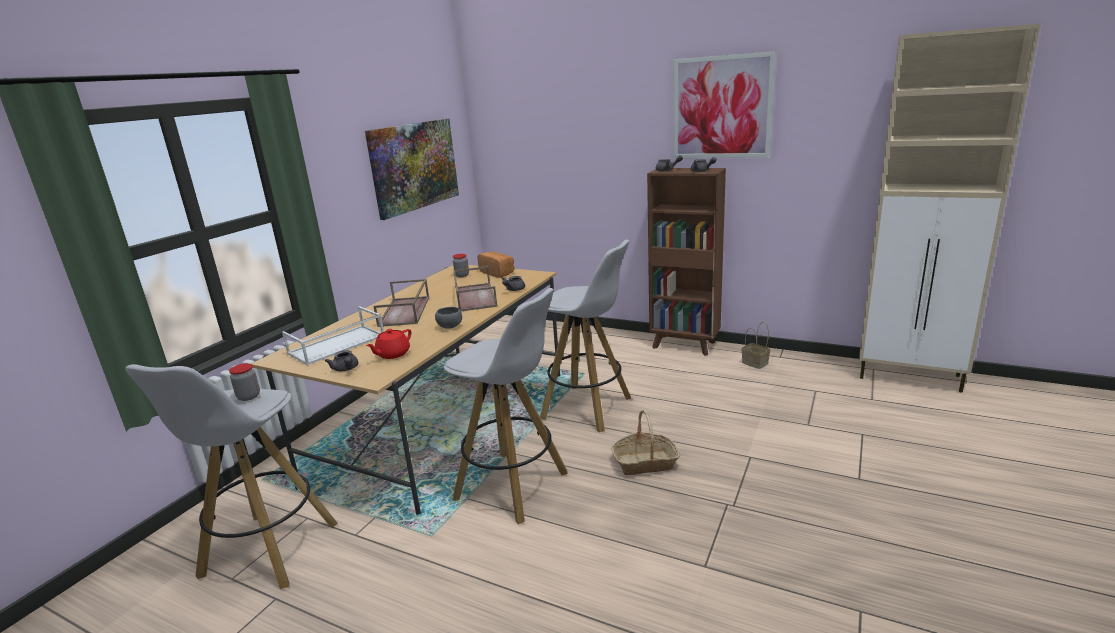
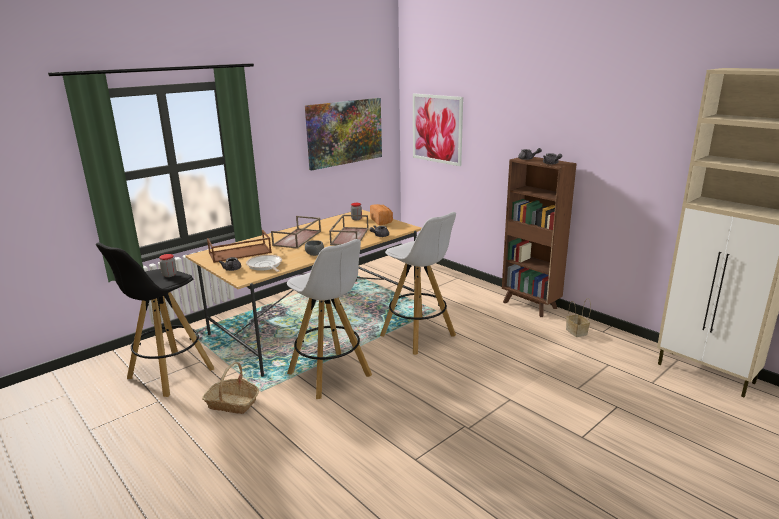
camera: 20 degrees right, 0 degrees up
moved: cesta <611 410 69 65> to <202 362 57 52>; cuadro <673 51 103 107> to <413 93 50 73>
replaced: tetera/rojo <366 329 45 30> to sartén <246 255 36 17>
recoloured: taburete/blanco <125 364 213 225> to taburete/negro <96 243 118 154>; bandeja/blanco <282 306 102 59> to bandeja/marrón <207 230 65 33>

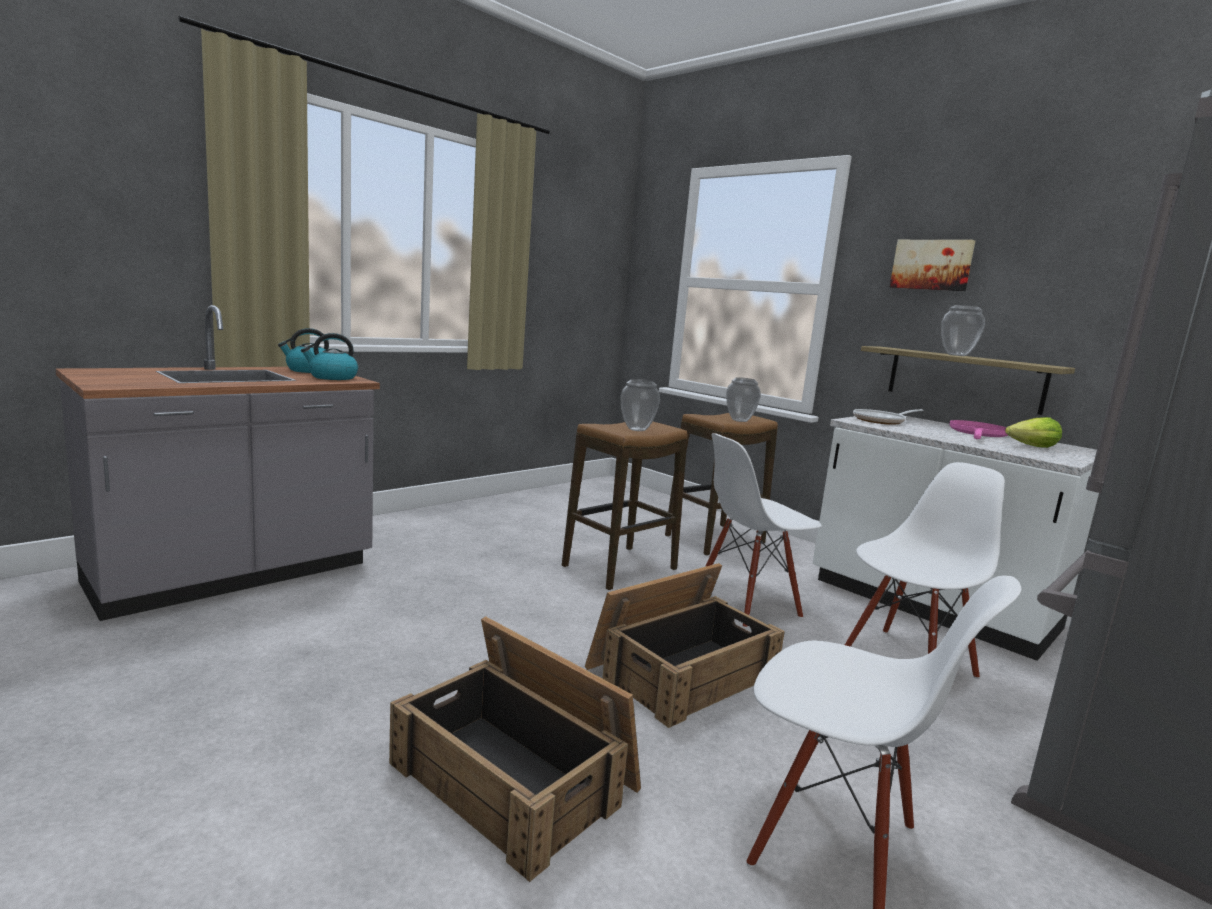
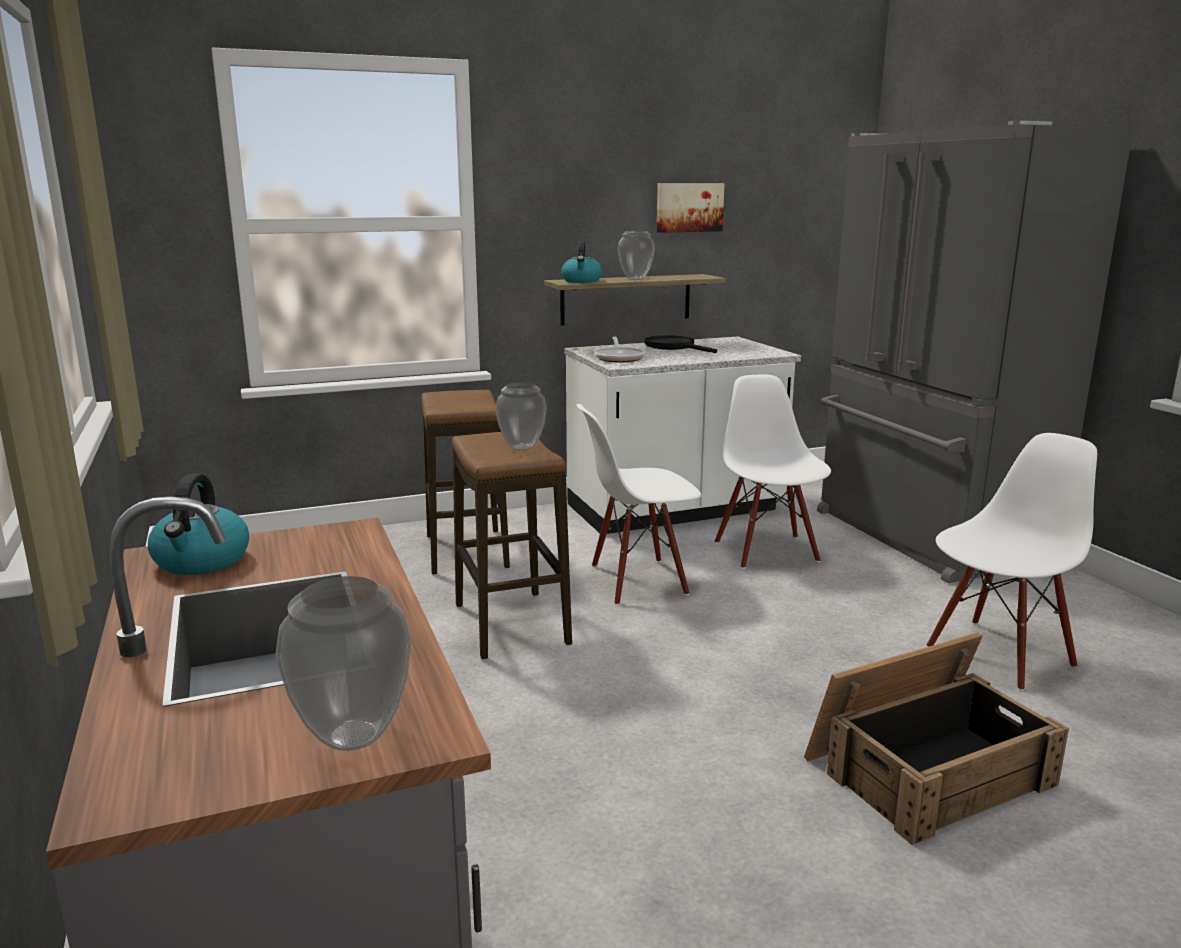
camera: 65 degrees left, 5 degrees up
removed: caja de embalaje <585 563 200 165>; lechuga <1005 417 57 31>
moved: hervidor <301 333 57 47> to <561 241 41 42>; florero <726 377 35 45> to <275 576 137 175>; cuadro <890 240 85 51> to <657 183 68 50>
recoloured: sartén/rosa <949 420 59 19> to sartén/negro <644 335 73 18>
turned: silla/blanco <705 433 117 195> = <577 404 124 201> 75 degrees clockwise

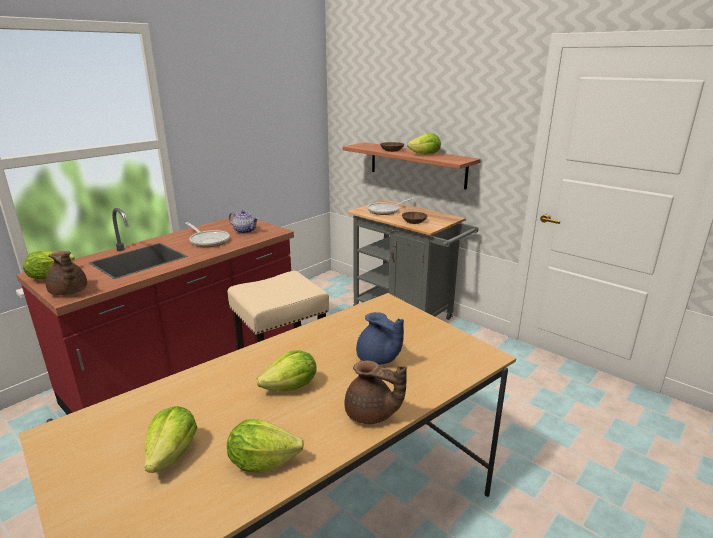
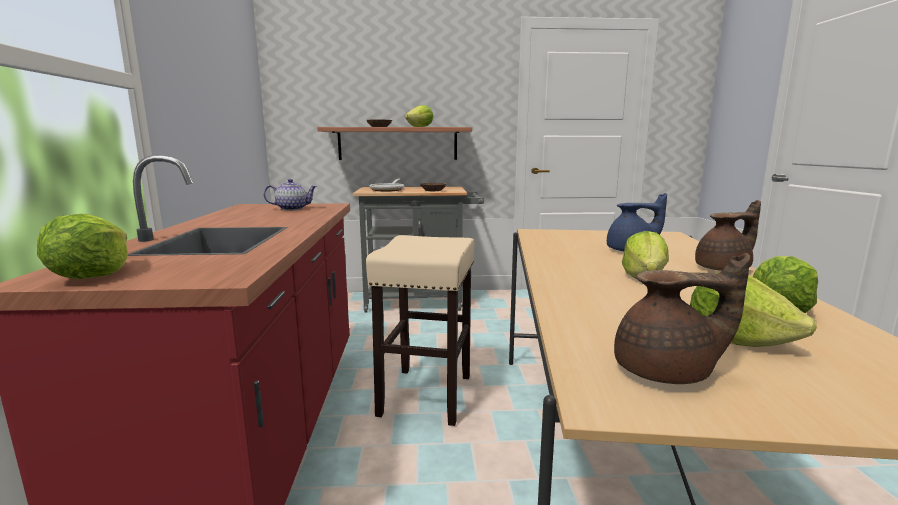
camera: 45 degrees left, 10 degrees down
removed: sartén <185 222 45 25>
moved: tetera/marrón <46 251 41 44> to <614 253 136 131>

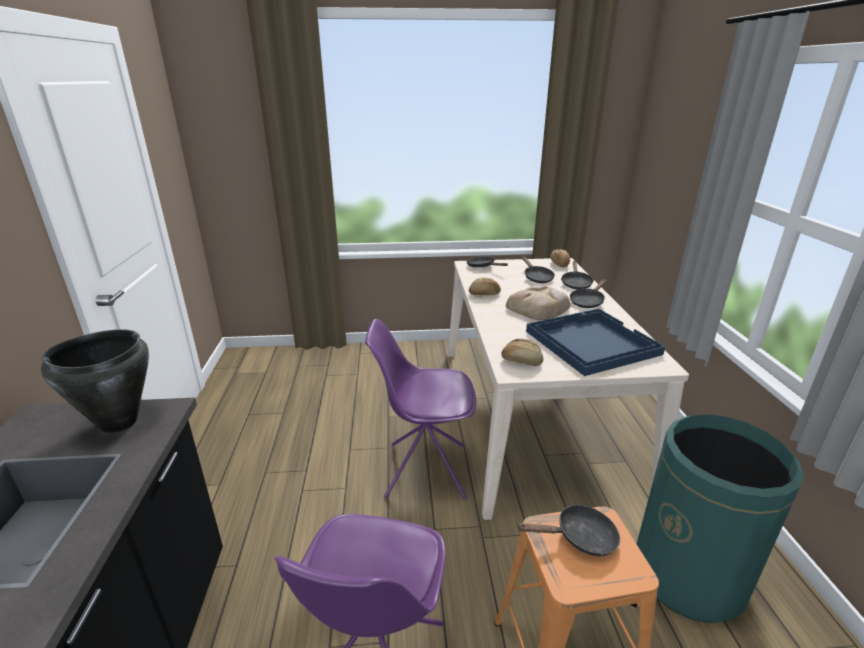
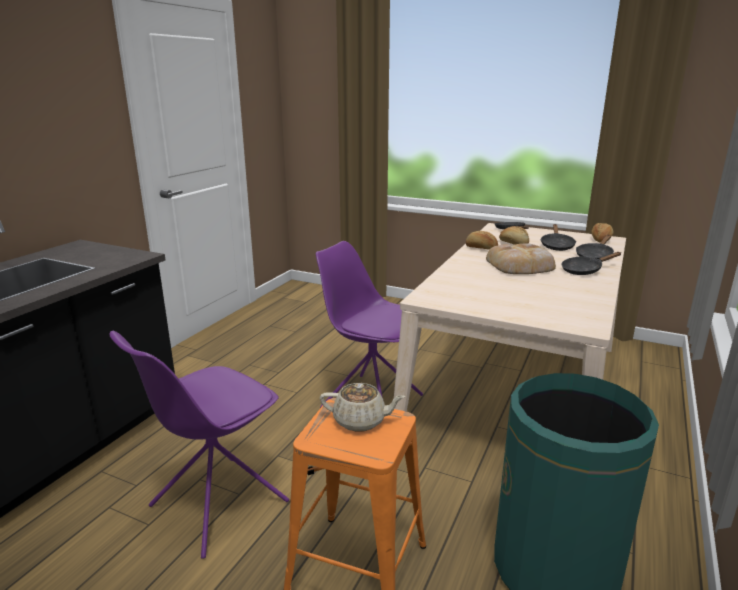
camera: 30 degrees right, 5 degrees down
removed: olla/negro <41 329 108 104>; bandeja/azul <526 309 139 67>
moved: pan <501 339 42 27> to <499 226 30 19>
replaced: sartén/negro <517 504 103 52> to tetera/beis <320 383 85 49>

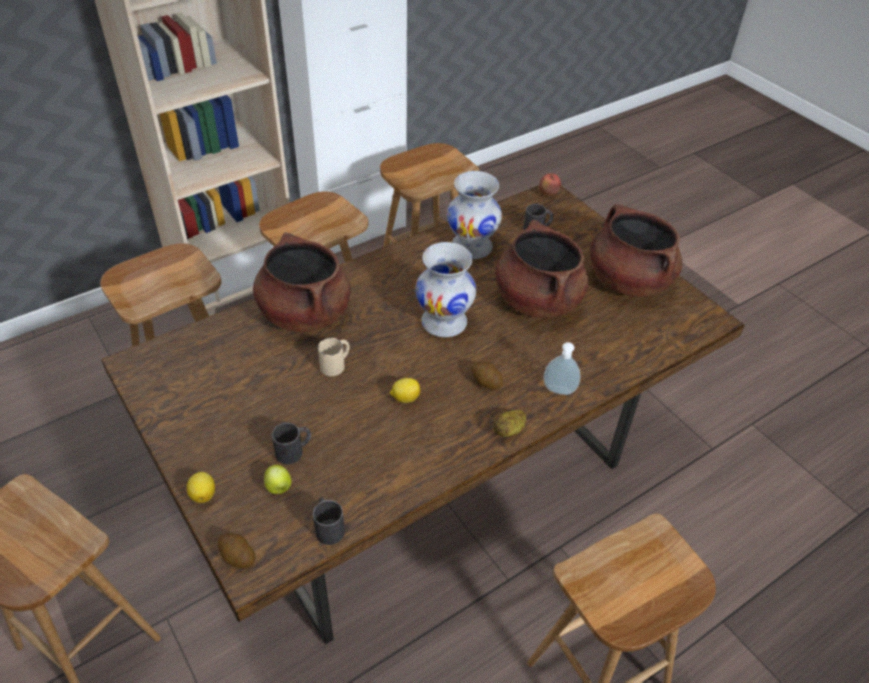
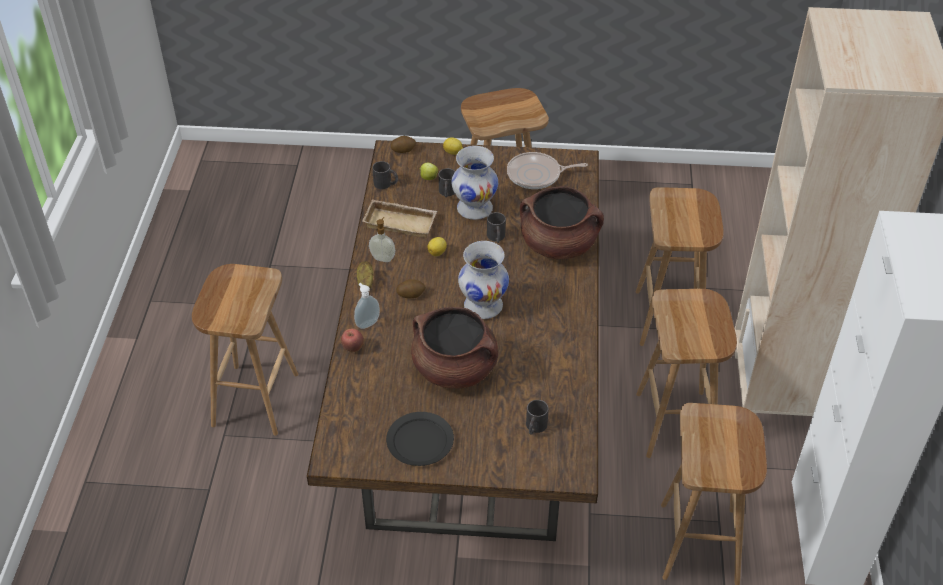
camera: 130 degrees right, 0 degrees up
added: bandeja/beis <362 199 75 39>; dispensador de jabón <369 217 26 45>; sartén <507 152 81 37>
moved: florero/blanco <447 171 55 88> to <451 146 47 74>; manzana <539 173 22 23> to <341 329 23 23>
replaced: olla/marrón <590 204 92 92> to plato/negro <386 412 68 54>
recoloured: taza grande/beis <318 338 32 38> to taza grande/negro <487 212 19 31>

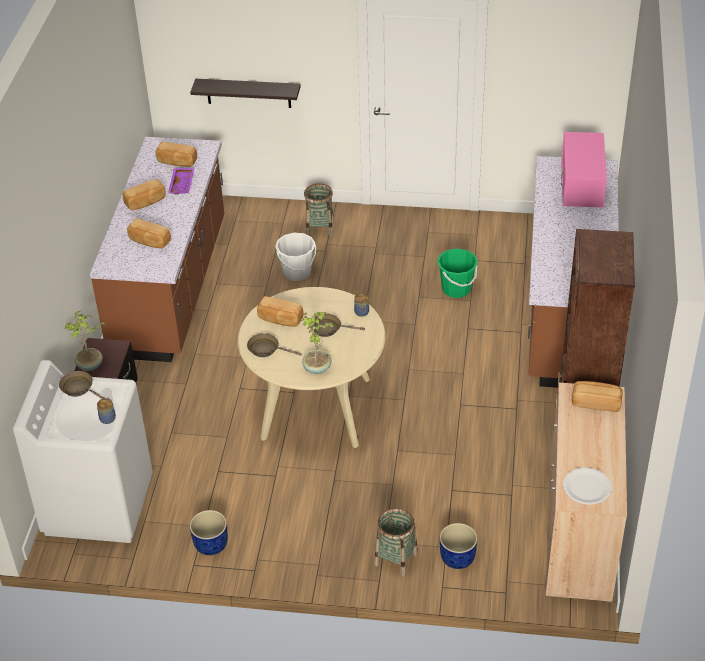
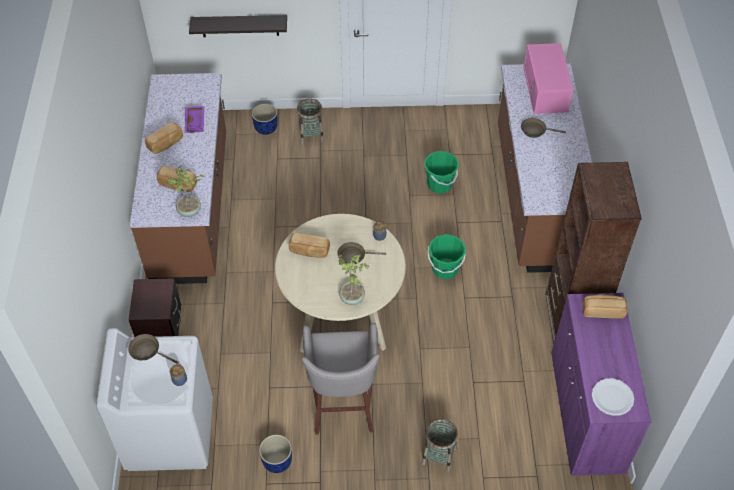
camera: 10 degrees left, 10 degrees up
removed: pan <156 142 41 25>; cubo/blanco <275 233 41 48>
added: taburete/gris <302 323 78 112>; cubo/verde <427 234 39 45>
moved: planta en maceta <65 310 41 61> to <167 166 37 51>; sartén/marrón <247 333 55 24> to <521 118 45 20>; maceta/azul <440 523 37 46> to <252 104 26 31>
recoloured: armario/beis <546 383 81 220> to armario/morado <551 293 100 183>

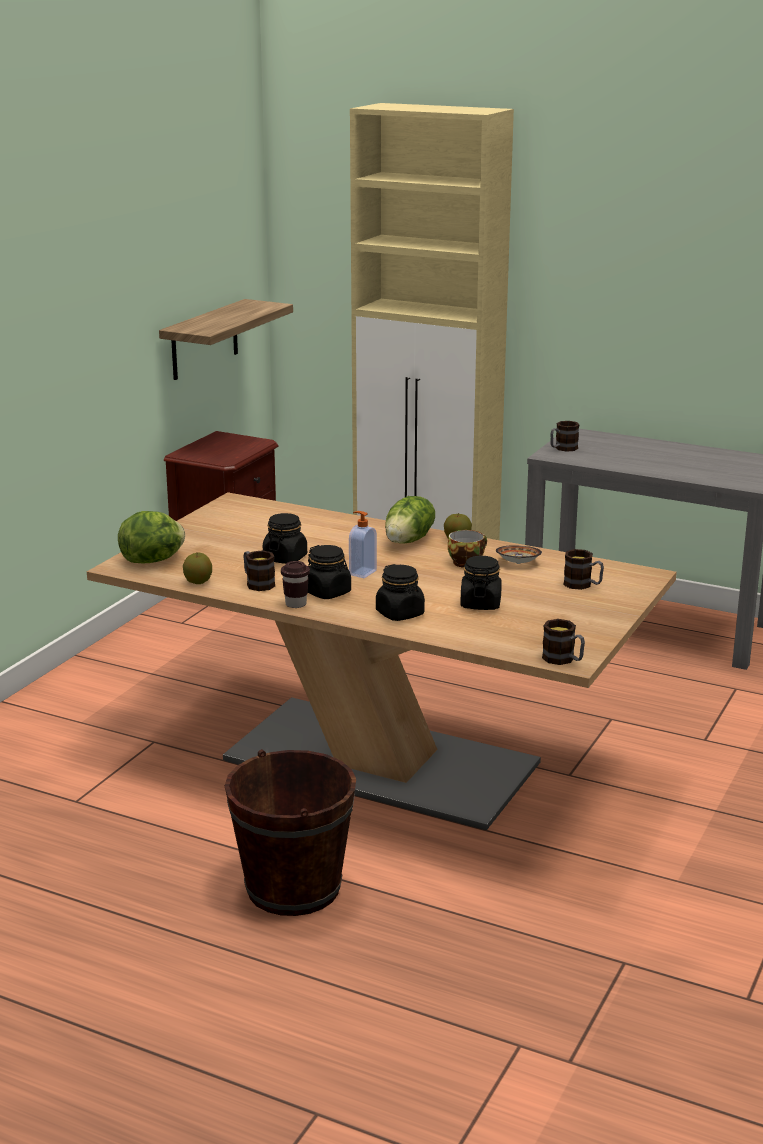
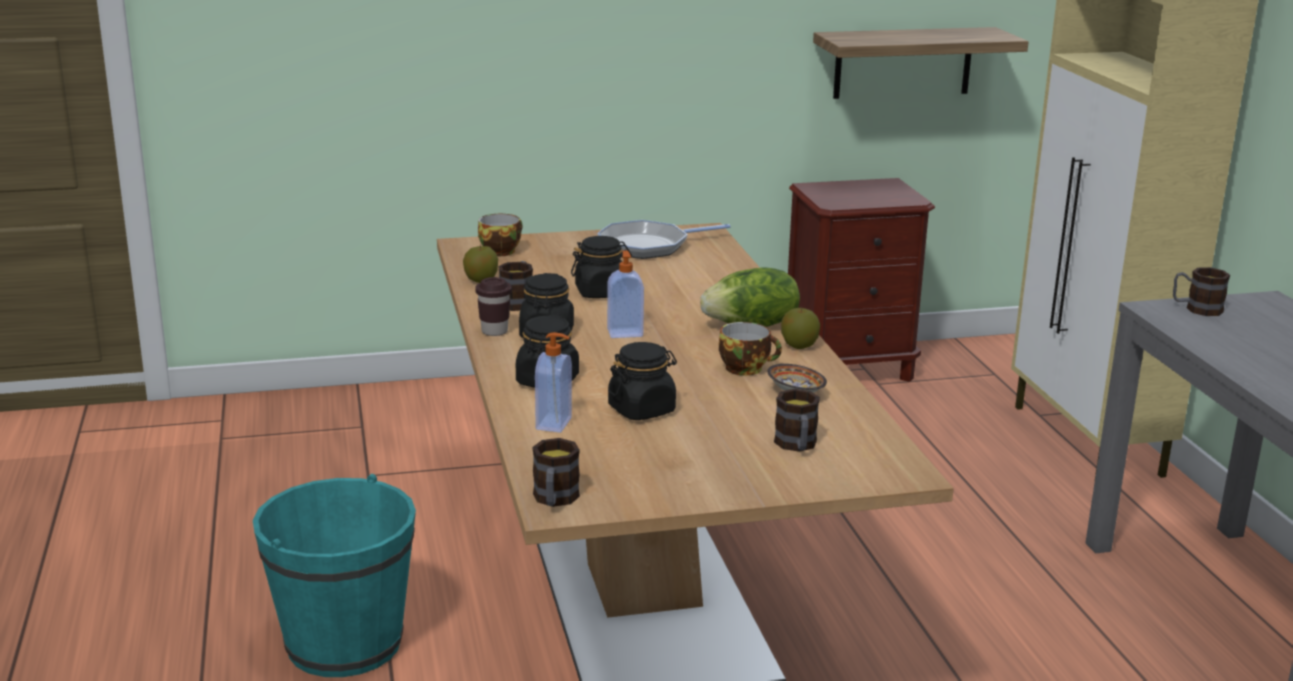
camera: 50 degrees right, 0 degrees up
added: dispensador de jabón <535 332 37 101>; sartén <597 220 134 39>
replaced: lechuga <118 511 67 52> to taza <478 214 44 42>
recoloured: cubo/marrón <225 749 131 167> to cubo/turquesa <253 474 163 203>

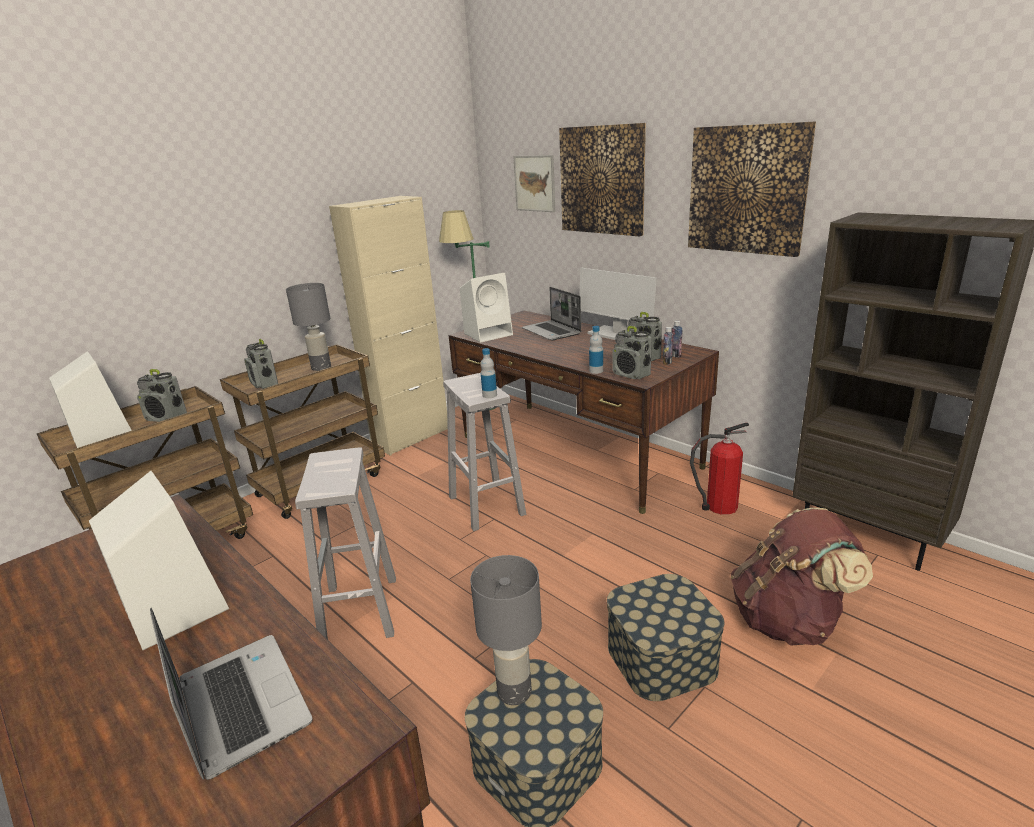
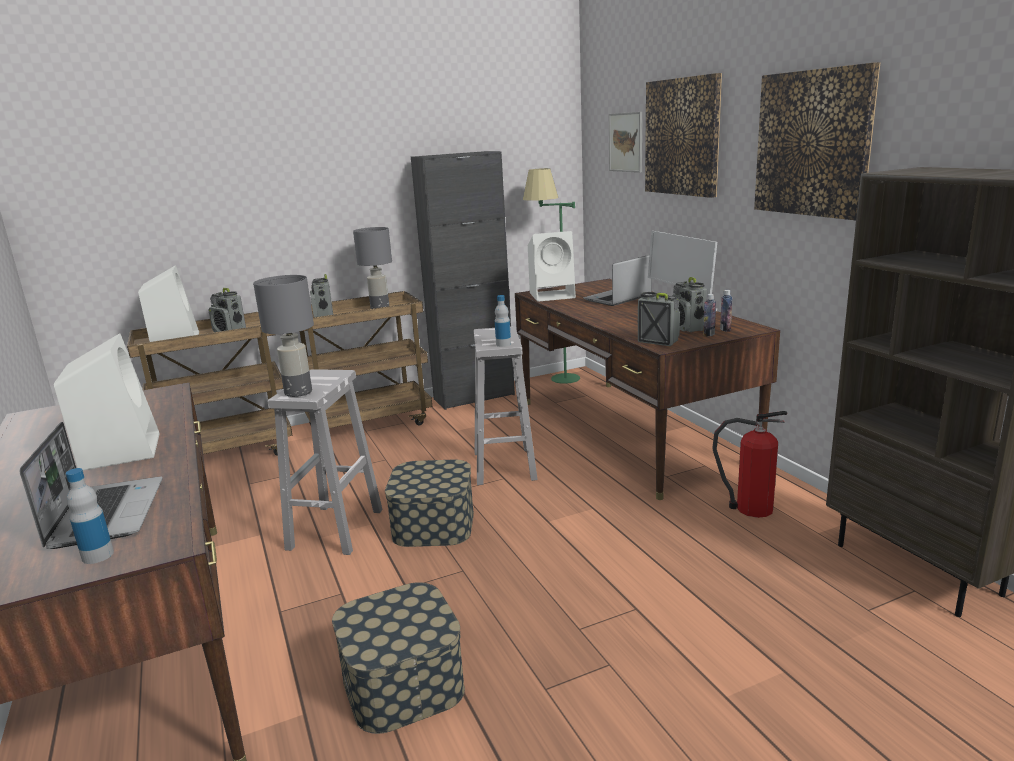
camera: 20 degrees right, 5 degrees down
removed: mochila/marrón <731 508 142 138>
moved: lámpara de mesa/gris <470 555 72 150> to <253 275 61 122>; botella <589 326 14 48> to <66 468 48 96>; caja de almacenaje <607 574 118 127> to <385 460 89 87>
recoloured: armario/beis <329 196 119 260> to armario/negro <411 151 104 259>
turned: portátil <522 287 59 53> = <583 255 69 51> 60 degrees clockwise; radio <612 326 40 53> = <637 292 43 54> 150 degrees clockwise

